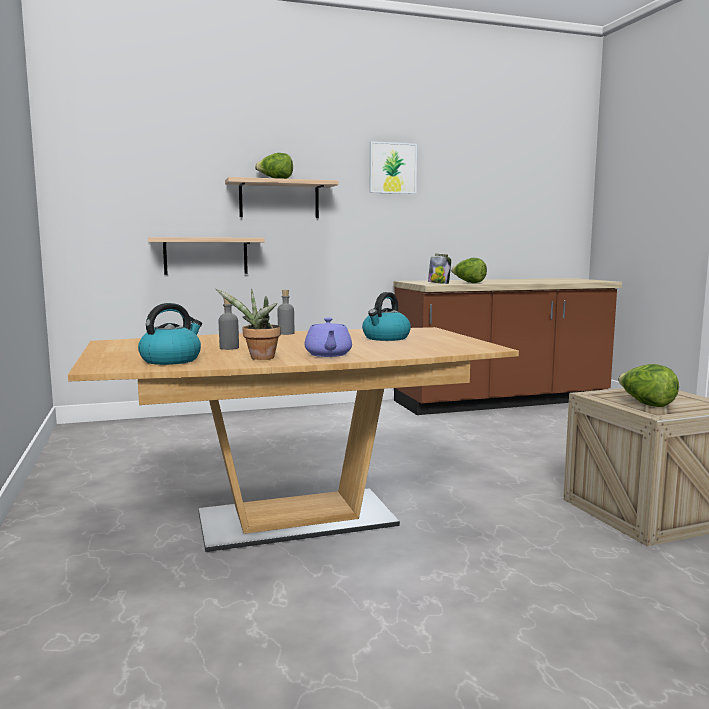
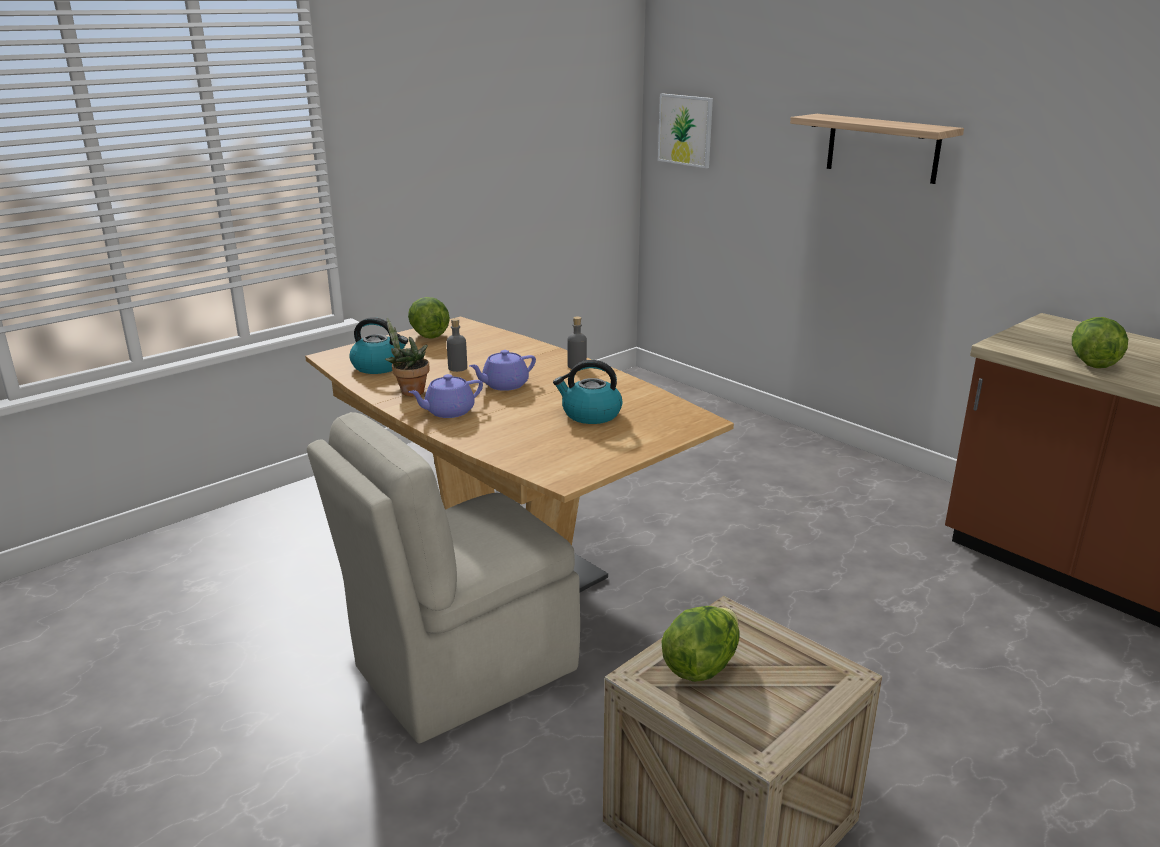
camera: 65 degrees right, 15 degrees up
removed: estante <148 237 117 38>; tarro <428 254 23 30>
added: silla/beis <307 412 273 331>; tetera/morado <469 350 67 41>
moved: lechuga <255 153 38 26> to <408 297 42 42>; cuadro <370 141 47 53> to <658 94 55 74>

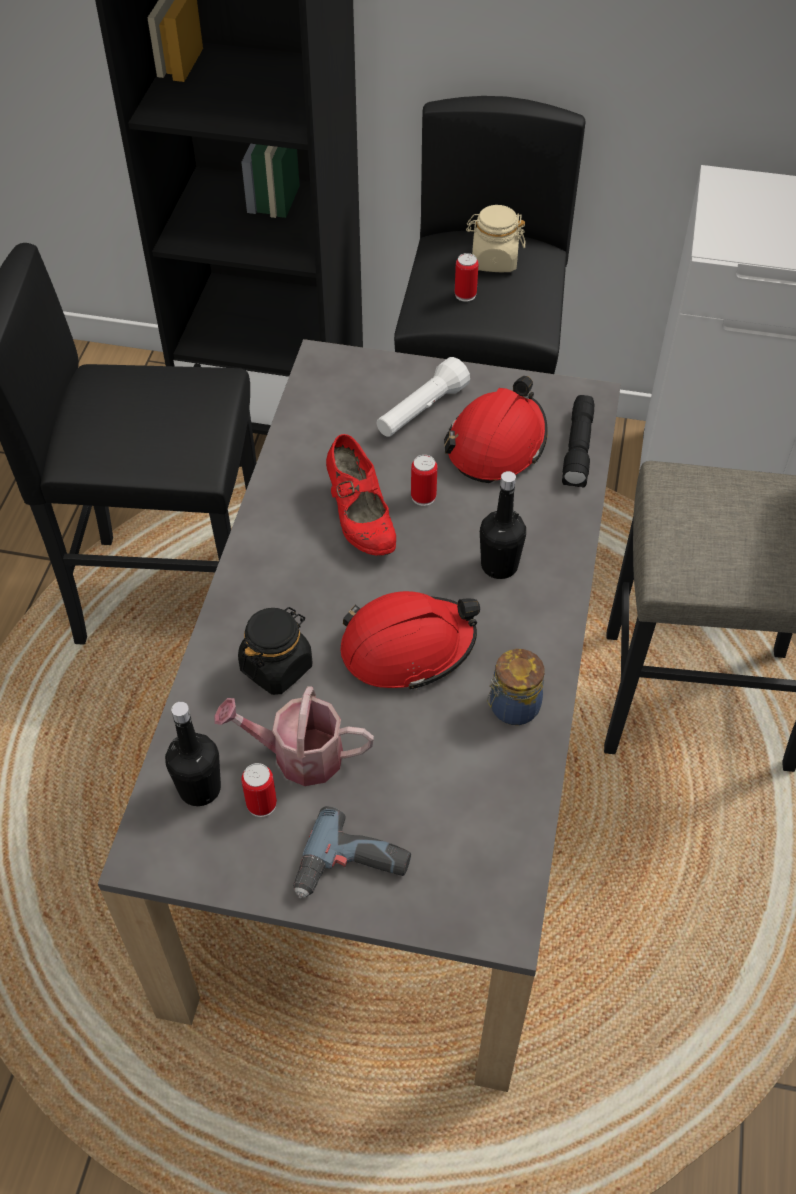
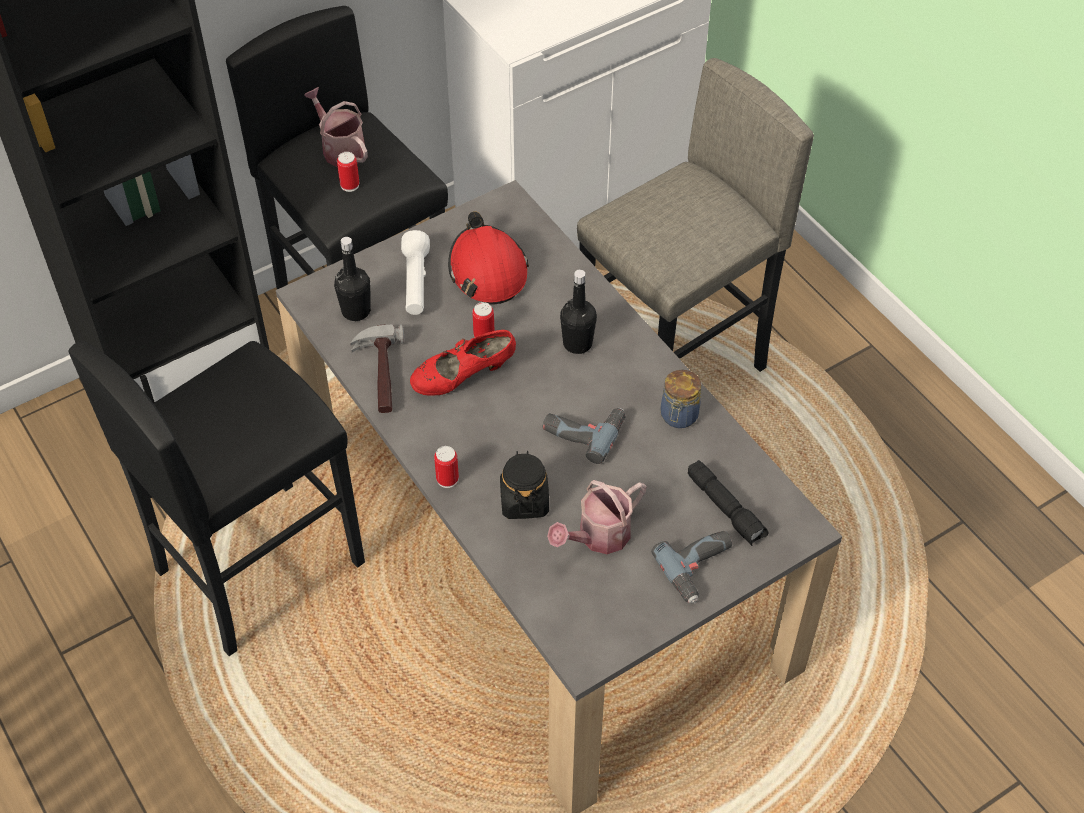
camera: 45 degrees left, 0 degrees up
added: martillo <350 324 55 89>
moved: botella/negro <165 702 56 104> to <334 237 37 84>; lata <241 763 36 54> to <434 446 25 42>; linterna/negro <562 395 33 93> to <688 460 81 86>
replaced: casco/rojo <340 591 140 99> to taladro <543 408 83 56>; tarro/beis <466 205 59 67> to regadera <304 87 64 80>
turned: zapato/rojo <326 434 70 122> = <410 330 106 66> 135 degrees clockwise

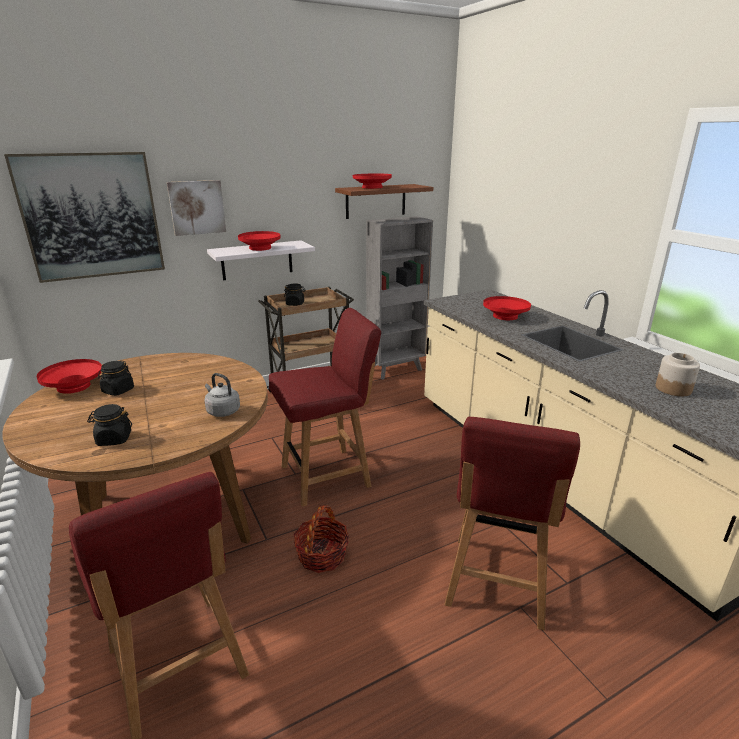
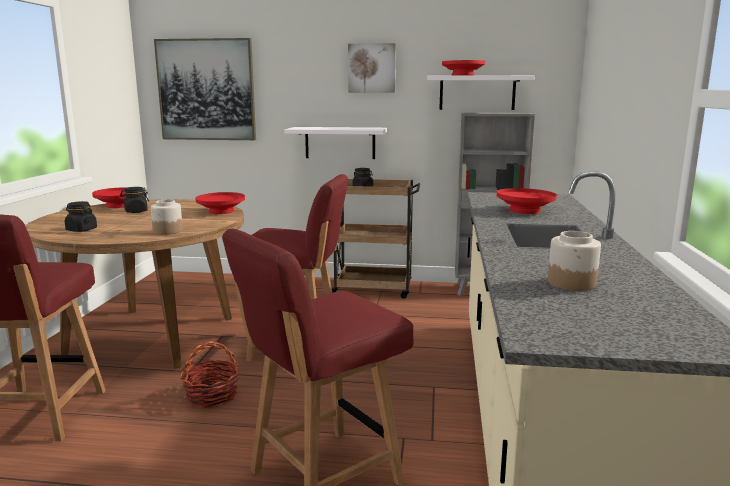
camera: 35 degrees right, 10 degrees down
moved: cuadro <167 180 59 56> to <348 43 48 50>; cuenco/rojo <238 231 42 20> to <195 192 50 22>
replaced: hervidor/gris <204 373 36 44> to tarro <151 199 32 36>
recoloured: estante/marrón <335 184 98 35> to estante/blanco <427 75 108 35>

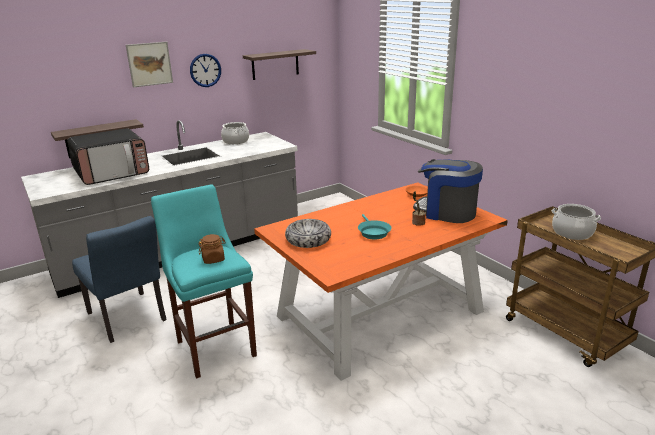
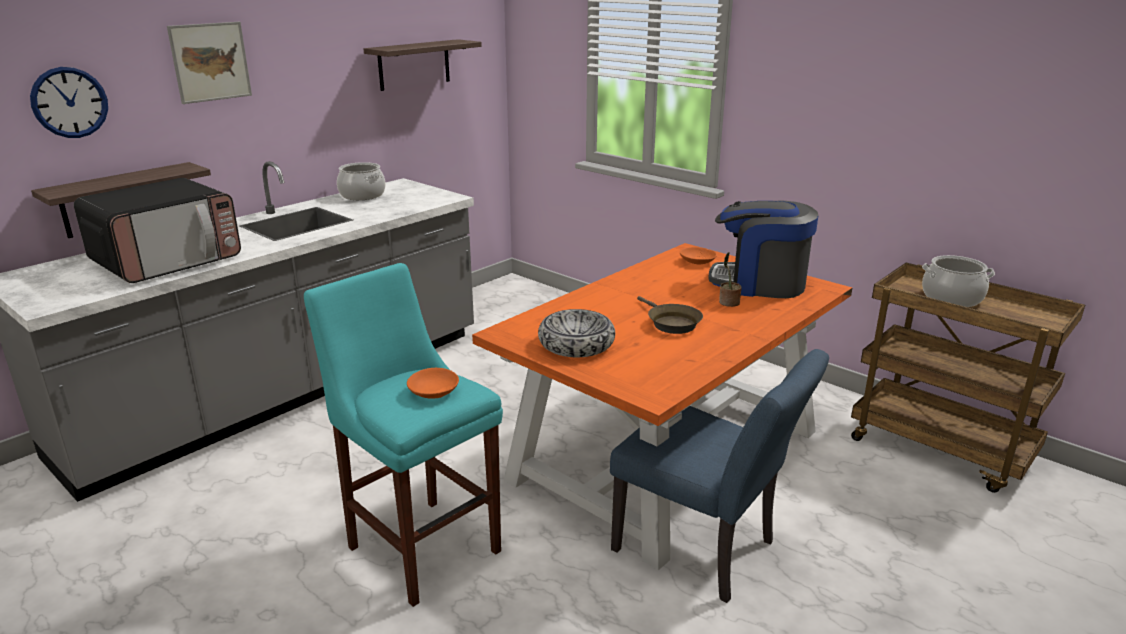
camera: 15 degrees left, 0 degrees up
moved: silla/azul <72 216 95 127> to <610 349 219 254>; reloj de pared <190 54 31 33> to <30 67 78 71>
replaced: tarro/marrón <198 234 28 30> to cuenco/naranja <407 368 52 31>
recoloured: sartén/turquesa <358 214 34 26> to sartén/marrón <637 296 66 38>

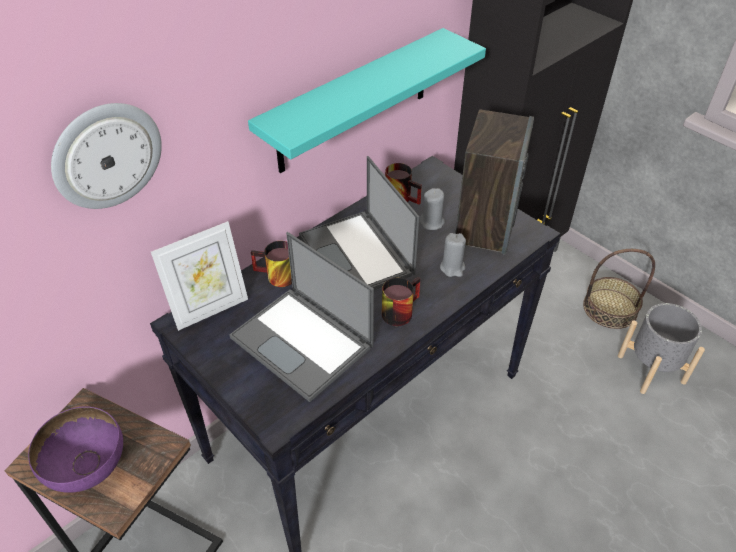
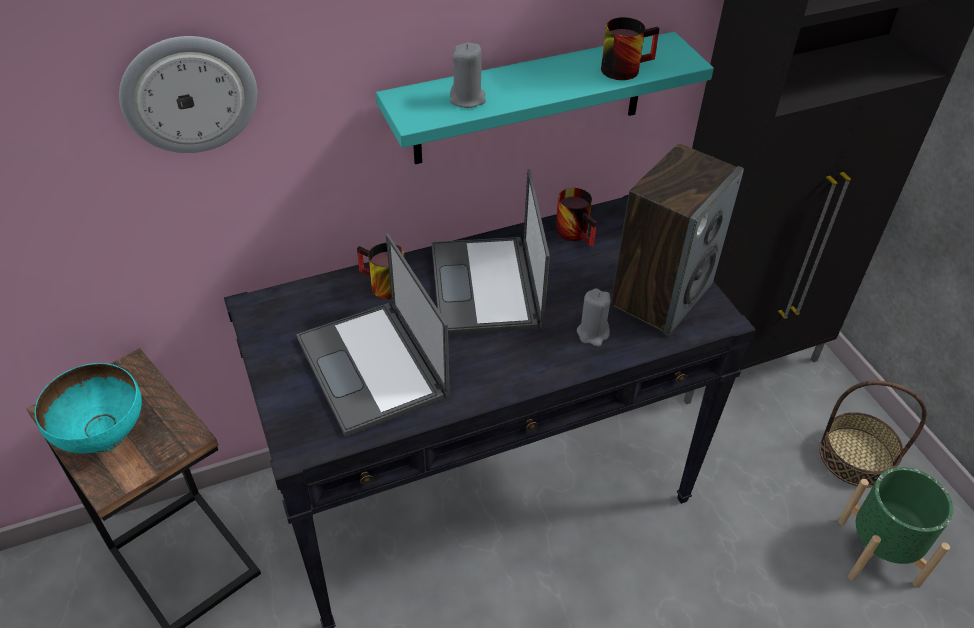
camera: 20 degrees right, 0 degrees up
removed: portarretratos <151 221 97 110>
moved: taza grande <382 277 39 49> to <601 17 59 63>; vela/gris <419 188 26 42> to <450 43 36 65>
recoloured: cuenco/morado <28 406 95 87> to cuenco/turquesa <35 363 107 90>; maceta/gris <618 303 87 91> to maceta/verde <838 467 115 121>

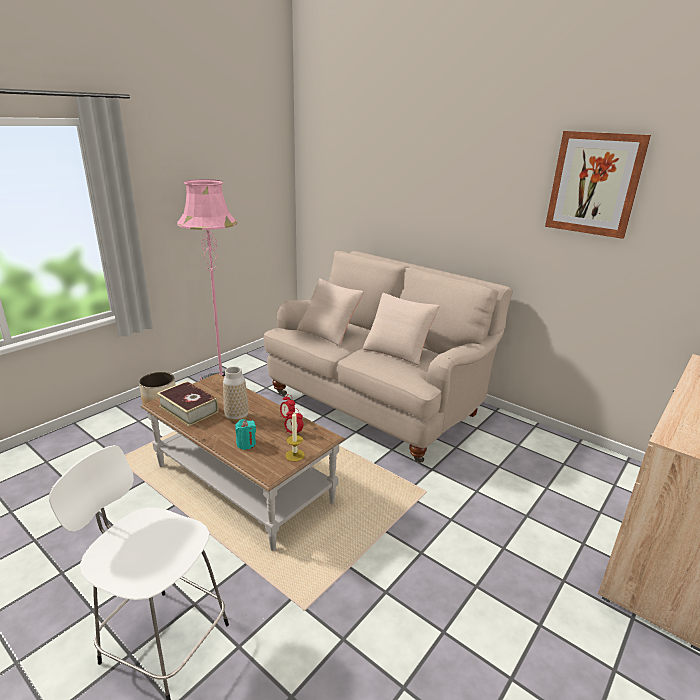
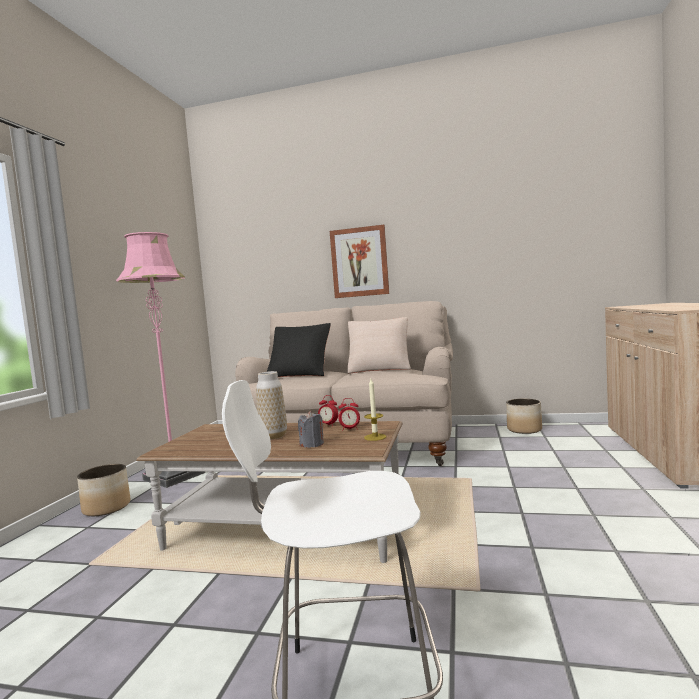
camera: 25 degrees left, 20 degrees down
removed: libro <157 381 61 46>
added: maceta <506 399 36 35>
moved: cuadro <545 131 106 108> to <330 225 59 73>
recoloured: vela/turquesa <235 419 21 31> to vela/gris <298 411 26 37>; cojín/beis <297 278 67 68> to cojín/negro <267 323 64 54>

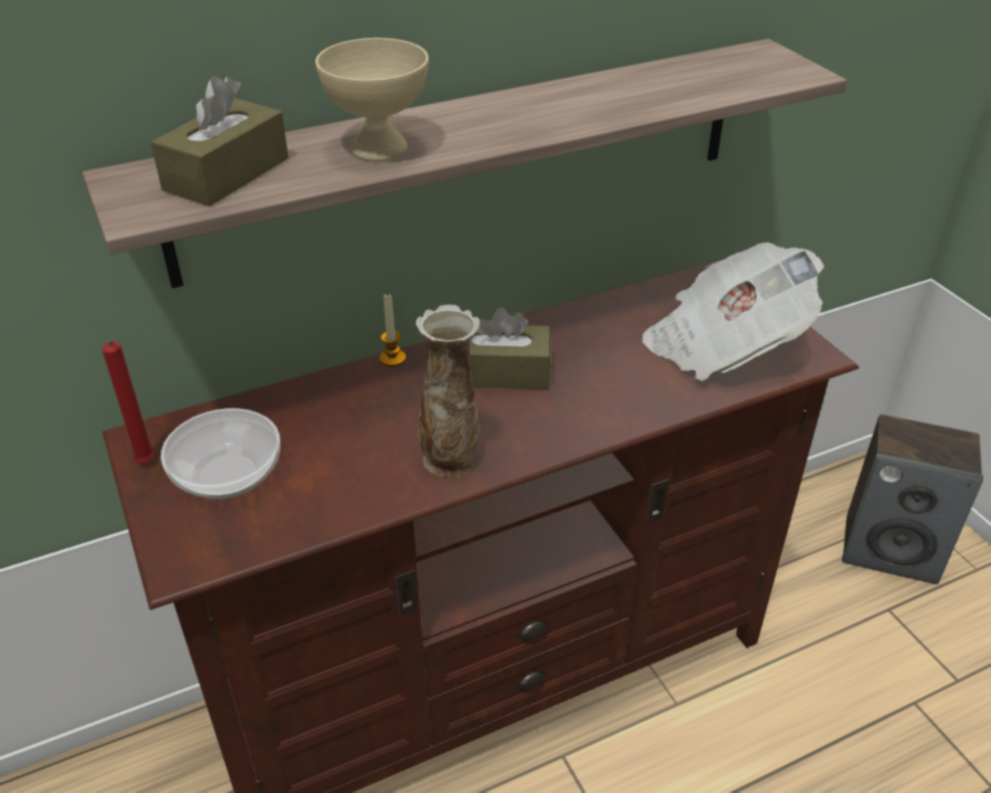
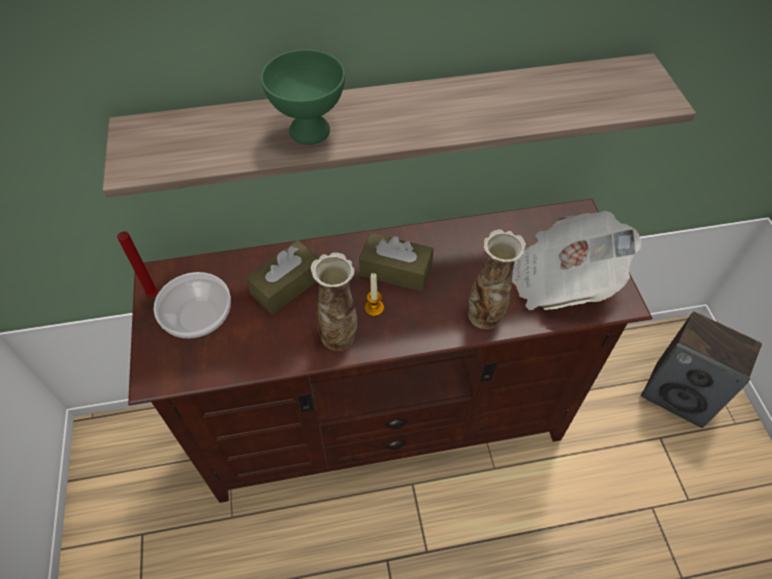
camera: 15 degrees right, 15 degrees up
added: florero <468 229 58 100>
moved: caja de pañuelos/marrón <151 76 138 130> to <245 240 74 75>; vela <379 294 27 73> to <365 273 19 43>
recoloured: cuenco/beis <315 38 114 124> to cuenco/verde <261 49 84 96>

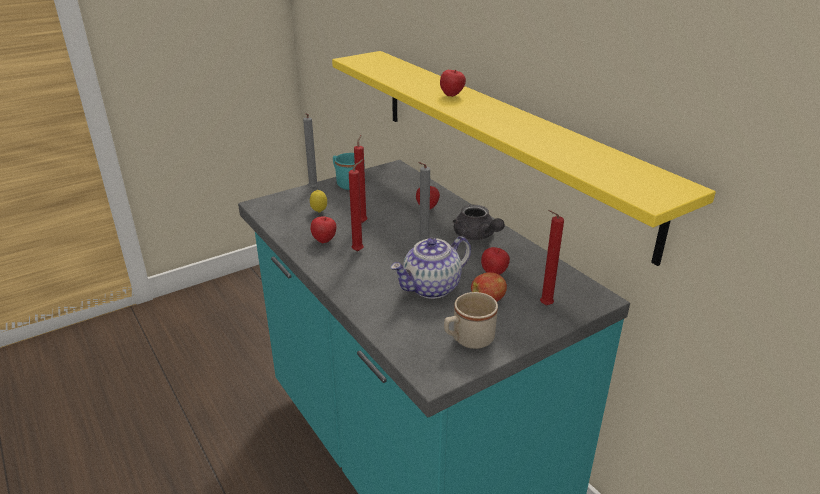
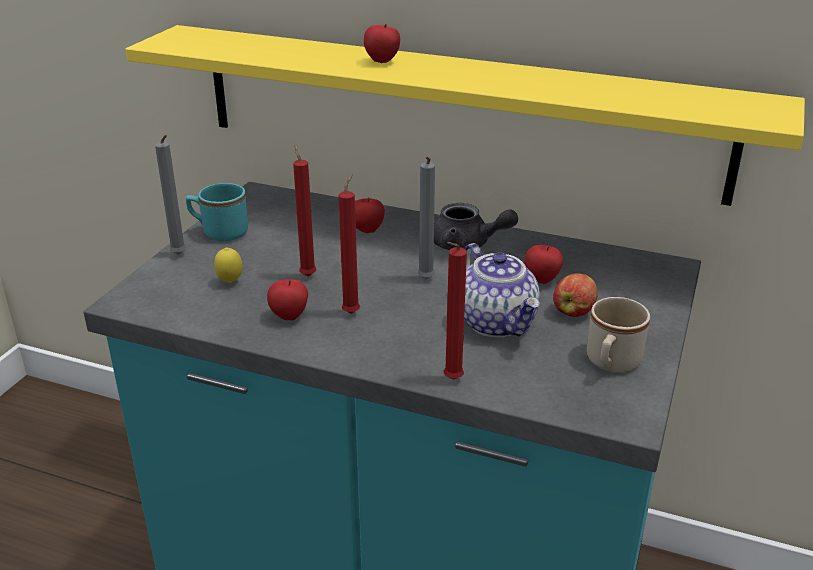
camera: 35 degrees left, 0 degrees up
moved: vela/rojo <540 210 24 95> to <444 242 23 138>
turned: tetera <390 236 81 63> = <464 243 76 95> 45 degrees counterclockwise

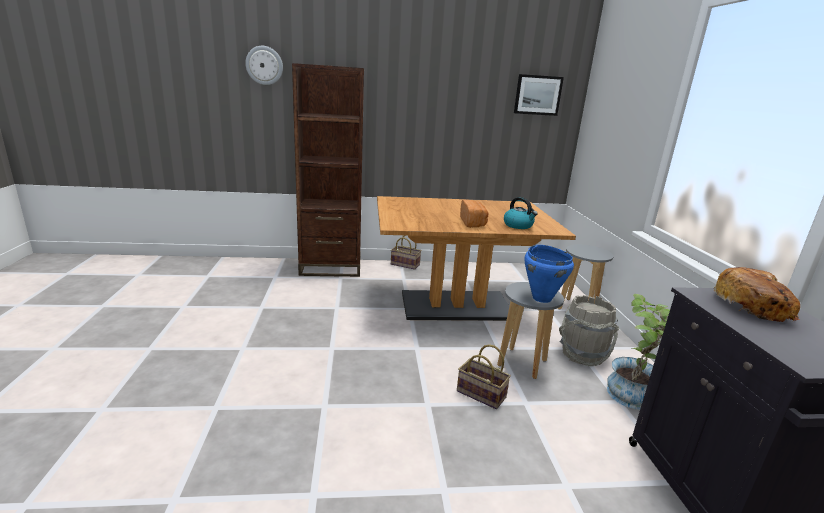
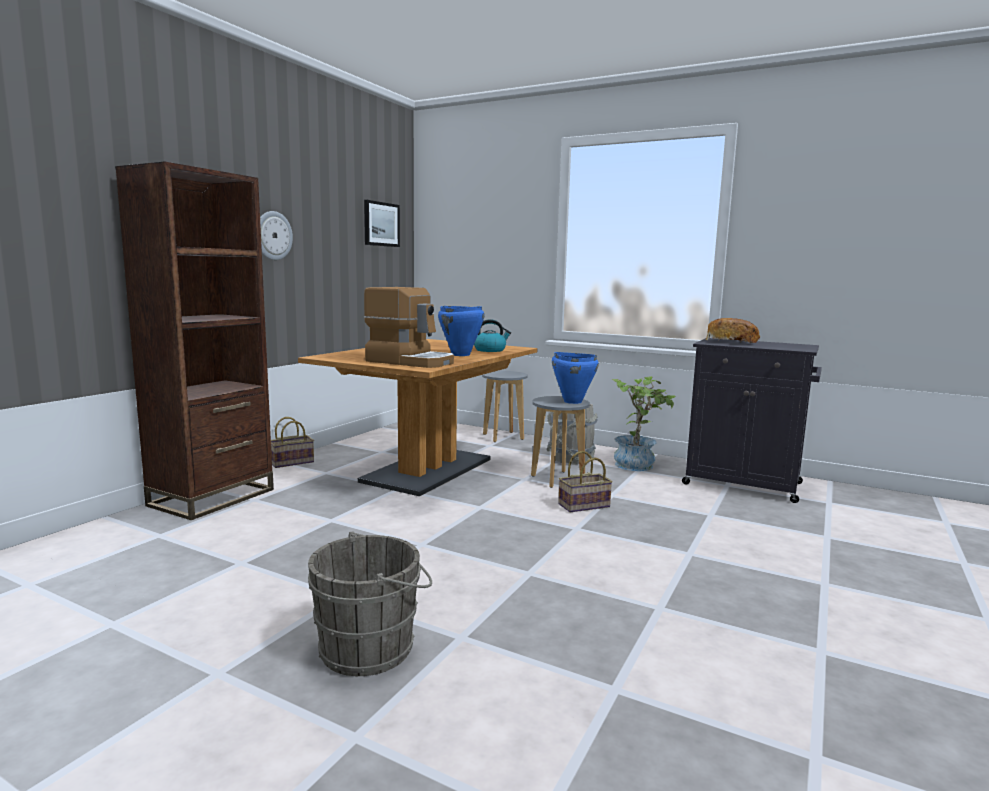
camera: 55 degrees left, 10 degrees down
added: cubo/gris <308 532 124 144>; cafetera <364 287 90 81>
moved: reloj de pared <245 46 38 39> to <260 211 33 49>
replaced: pan <460 200 28 28> to olla/azul <438 306 46 50>

